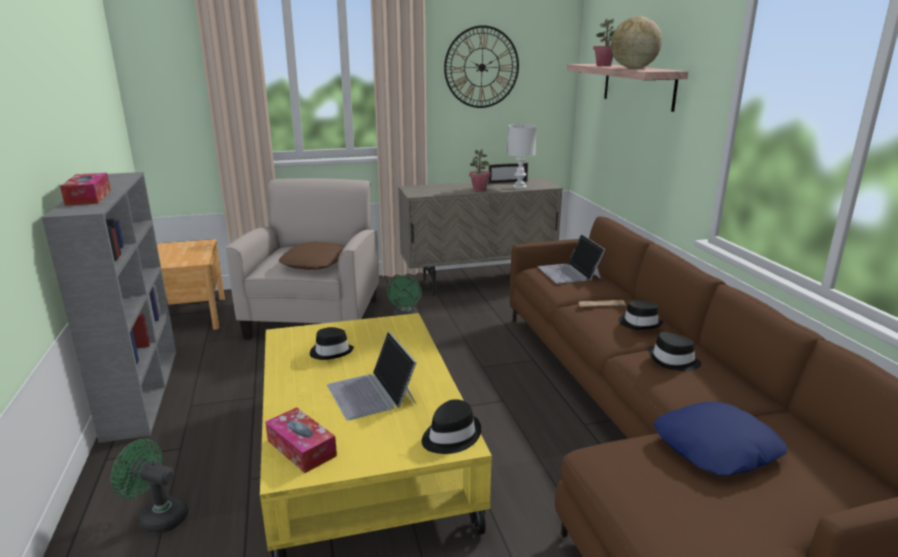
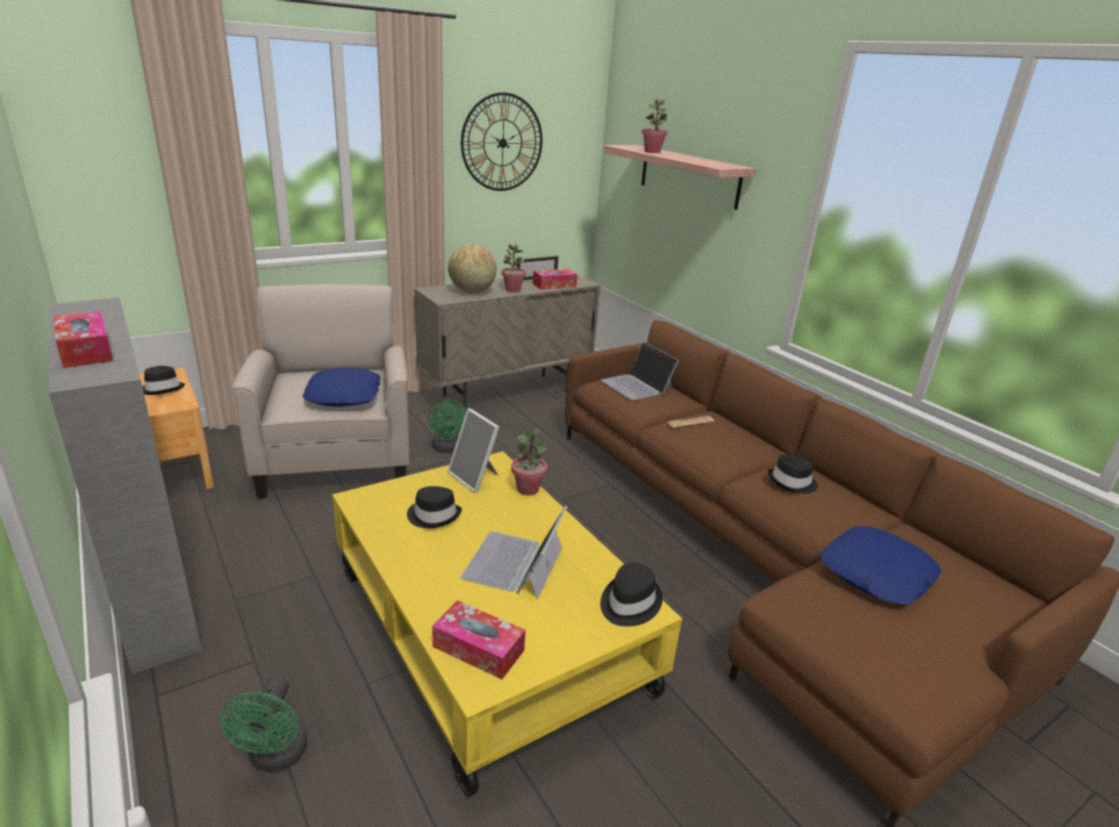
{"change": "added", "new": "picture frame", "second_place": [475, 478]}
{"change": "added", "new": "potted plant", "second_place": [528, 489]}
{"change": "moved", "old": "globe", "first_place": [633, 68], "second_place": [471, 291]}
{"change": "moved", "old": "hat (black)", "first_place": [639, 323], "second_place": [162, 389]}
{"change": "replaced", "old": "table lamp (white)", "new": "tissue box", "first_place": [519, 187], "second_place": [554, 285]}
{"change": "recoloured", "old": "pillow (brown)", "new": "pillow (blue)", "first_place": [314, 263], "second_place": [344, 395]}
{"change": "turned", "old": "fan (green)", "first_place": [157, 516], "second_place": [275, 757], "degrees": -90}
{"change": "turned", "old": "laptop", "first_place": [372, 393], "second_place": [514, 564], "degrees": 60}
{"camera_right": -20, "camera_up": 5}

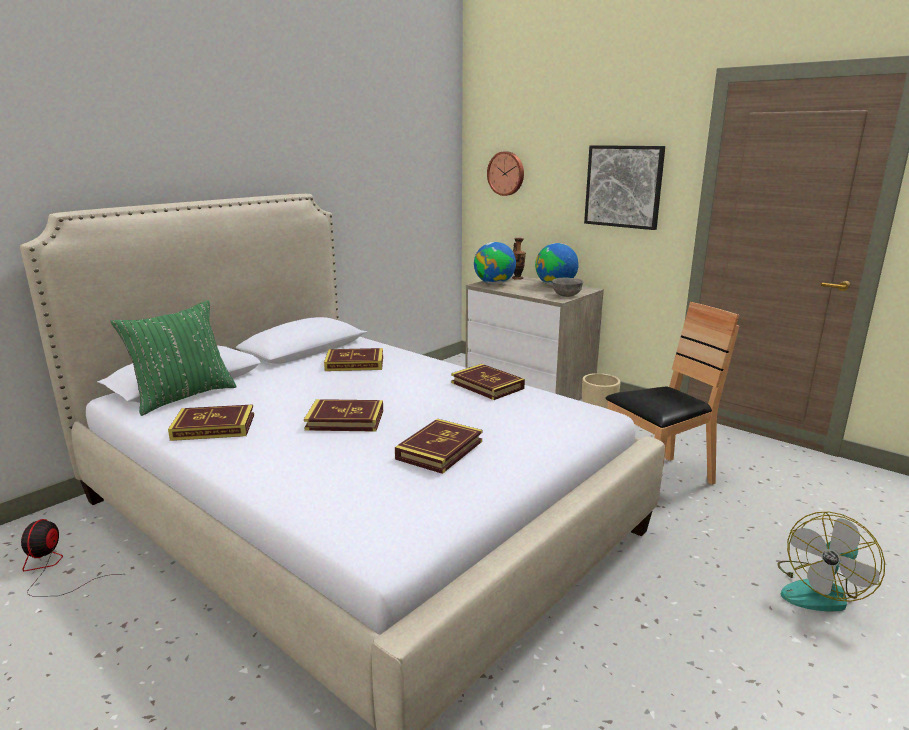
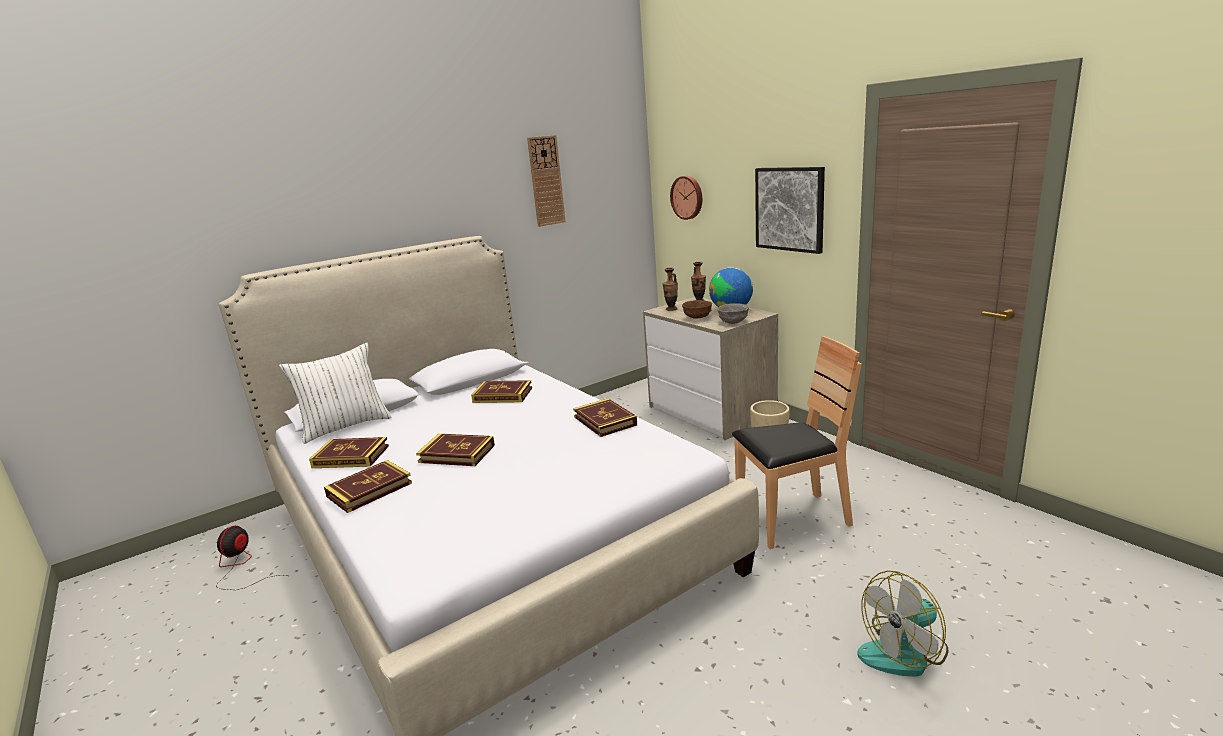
{"change": "added", "new": "wall clock", "second_place": [546, 181]}
{"change": "added", "new": "bowl (brown)", "second_place": [697, 317]}
{"change": "moved", "old": "book", "first_place": [439, 450], "second_place": [369, 490]}
{"change": "replaced", "old": "globe", "new": "vase", "first_place": [494, 284], "second_place": [671, 309]}
{"change": "recoloured", "old": "pillow (green)", "new": "pillow (white)", "first_place": [183, 397], "second_place": [345, 427]}
{"camera_right": 15, "camera_up": 0}

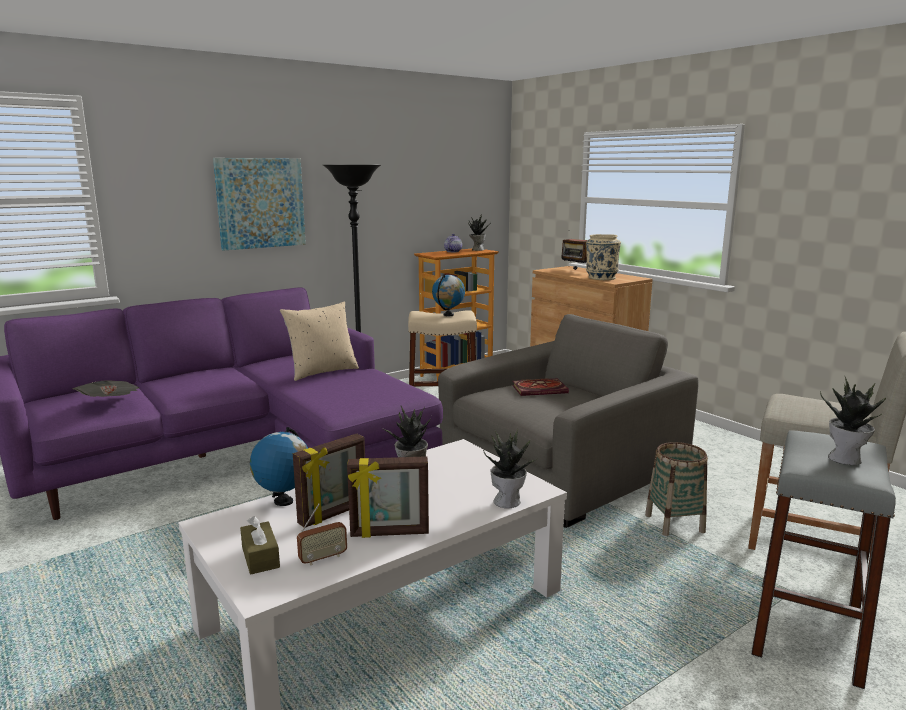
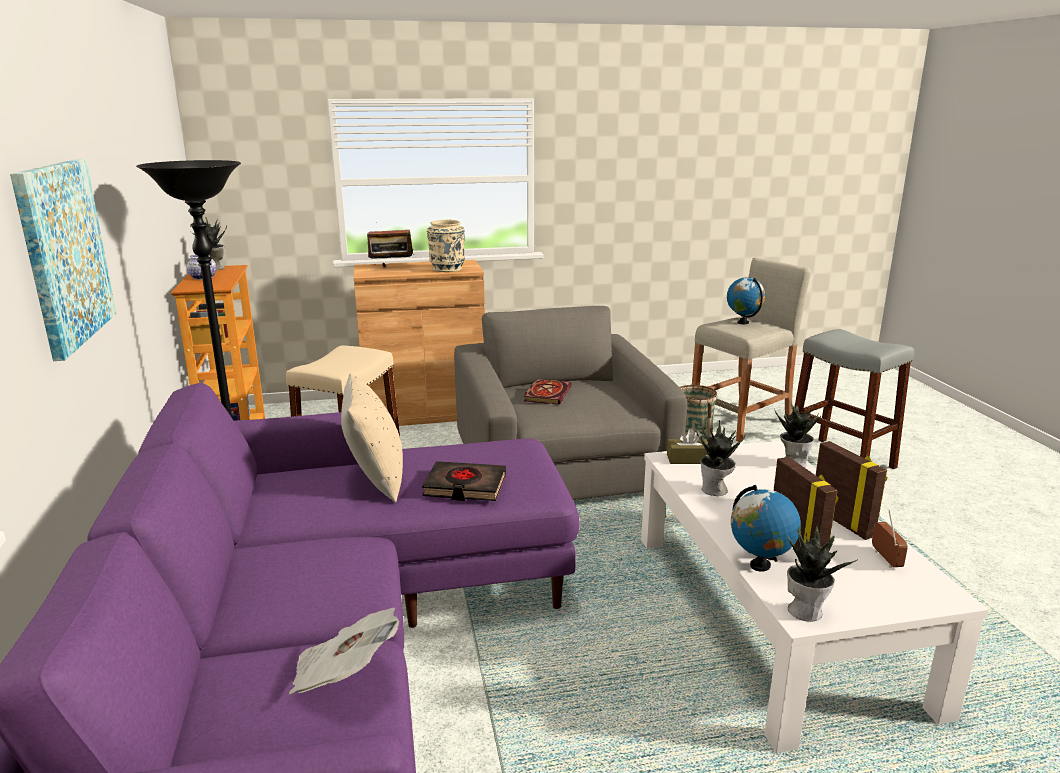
{"change": "added", "new": "book (black)", "second_place": [465, 486]}
{"change": "moved", "old": "tissue box (brown)", "first_place": [260, 557], "second_place": [688, 459]}
{"change": "moved", "old": "globe", "first_place": [448, 315], "second_place": [743, 322]}
{"change": "moved", "old": "potted plant", "first_place": [846, 459], "second_place": [806, 610]}
{"change": "turned", "old": "picture frame", "first_place": [389, 533], "second_place": [842, 522], "degrees": -45}
{"camera_right": -65, "camera_up": 5}

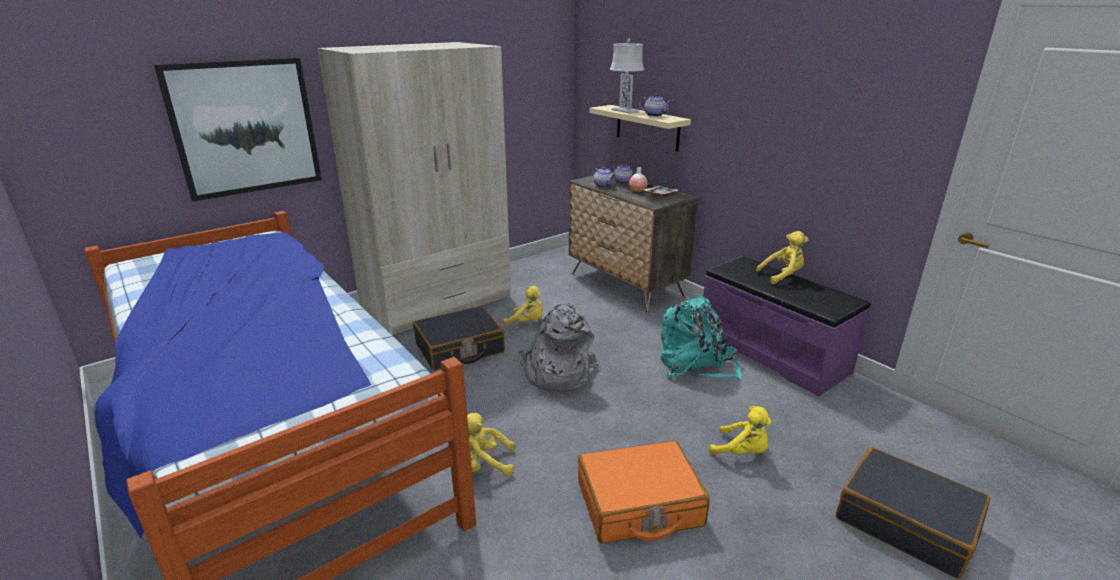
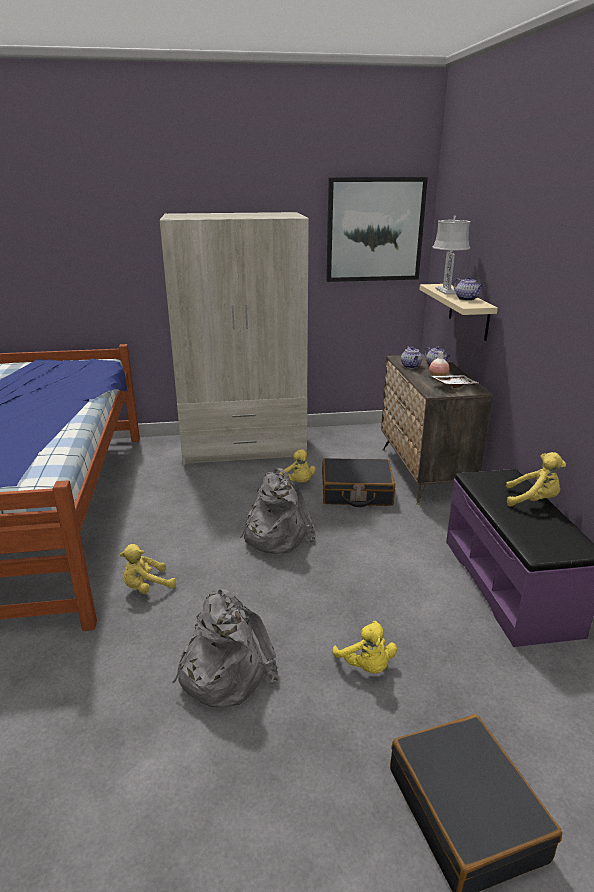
{"change": "removed", "old": "backpack (turquoise)", "first_place": [696, 364]}
{"change": "moved", "old": "picture", "first_place": [245, 127], "second_place": [374, 230]}
{"change": "moved", "old": "suitcase (black)", "first_place": [459, 349], "second_place": [356, 492]}
{"change": "replaced", "old": "suitcase (orange)", "new": "backpack (grey)", "first_place": [639, 505], "second_place": [224, 670]}
{"change": "turned", "old": "plush toy (yellow)", "first_place": [485, 464], "second_place": [147, 587], "degrees": -60}
{"camera_right": 30, "camera_up": 0}

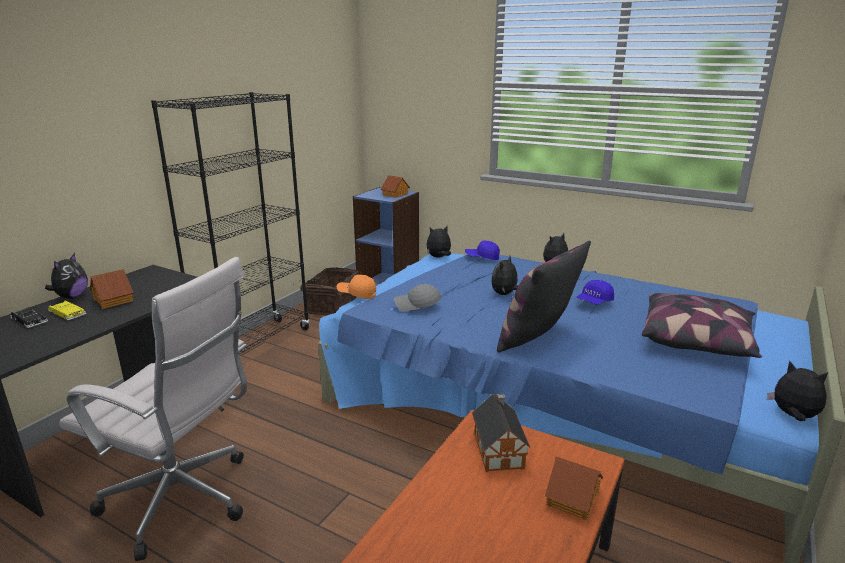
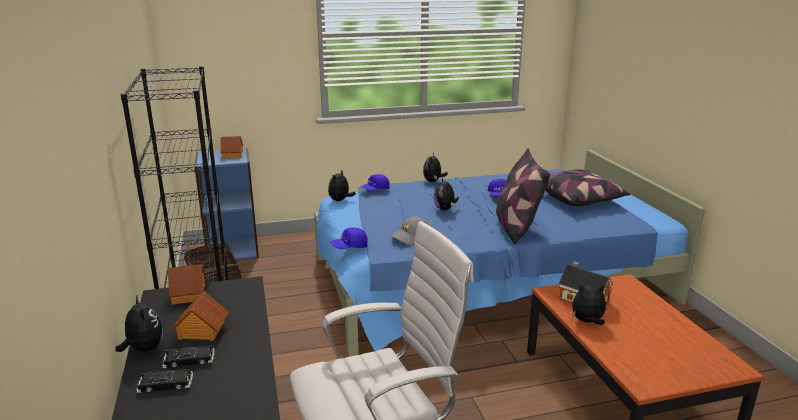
{"change": "moved", "old": "toy house", "first_place": [573, 498], "second_place": [189, 294]}
{"change": "moved", "old": "plush toy", "first_place": [793, 416], "second_place": [587, 322]}
{"change": "recoloured", "old": "toy car (yellow)", "new": "toy car (black)", "first_place": [67, 314], "second_place": [189, 360]}
{"change": "recoloured", "old": "cap (orange)", "new": "cap (blue)", "first_place": [357, 294], "second_place": [349, 247]}
{"camera_right": -45, "camera_up": 0}

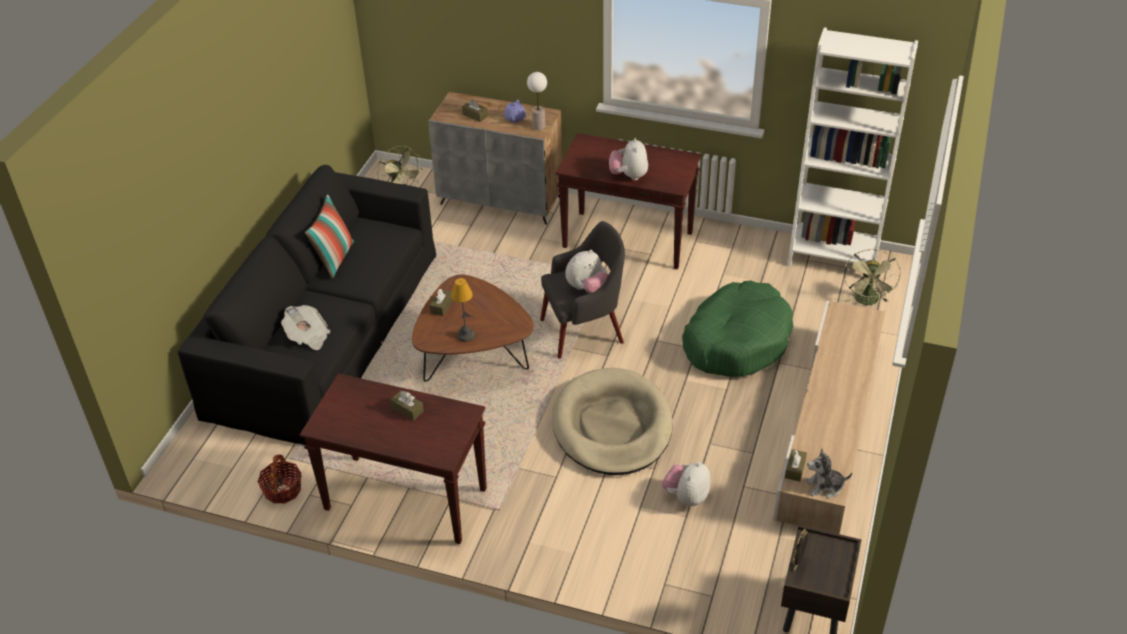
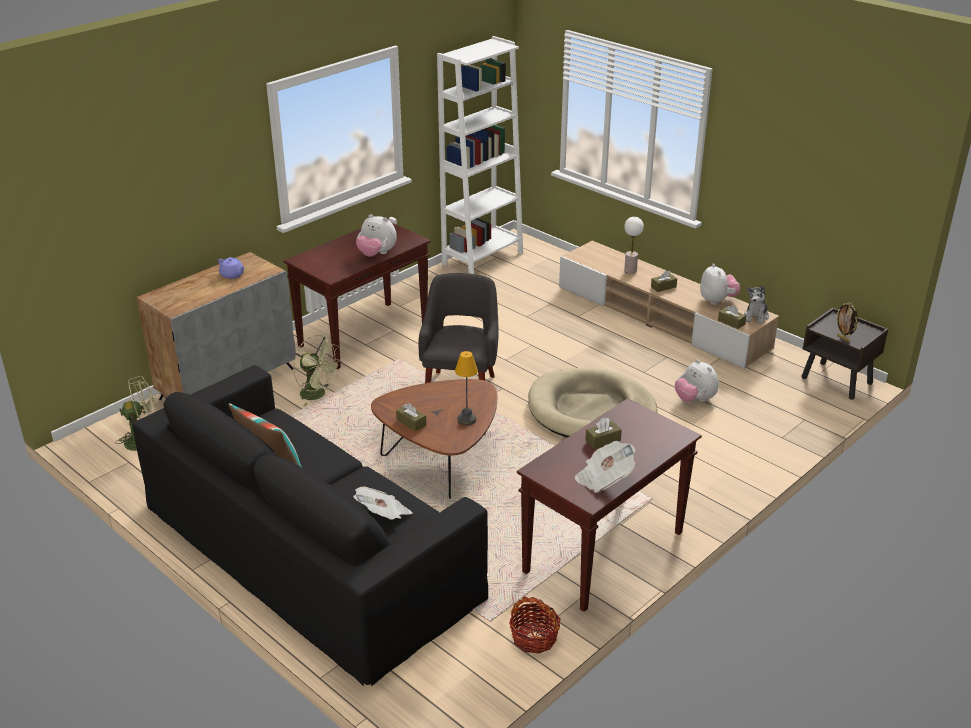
{"change": "removed", "old": "dog bed (green)", "first_place": [736, 341]}
{"change": "added", "new": "newspaper", "second_place": [604, 478]}
{"change": "moved", "old": "tissue box (brown)", "first_place": [475, 115], "second_place": [663, 287]}
{"change": "moved", "old": "table lamp", "first_place": [539, 126], "second_place": [630, 270]}
{"change": "moved", "old": "plush toy", "first_place": [587, 288], "second_place": [717, 301]}
{"change": "moved", "old": "fan (green)", "first_place": [867, 301], "second_place": [318, 395]}
{"camera_right": -65, "camera_up": -10}

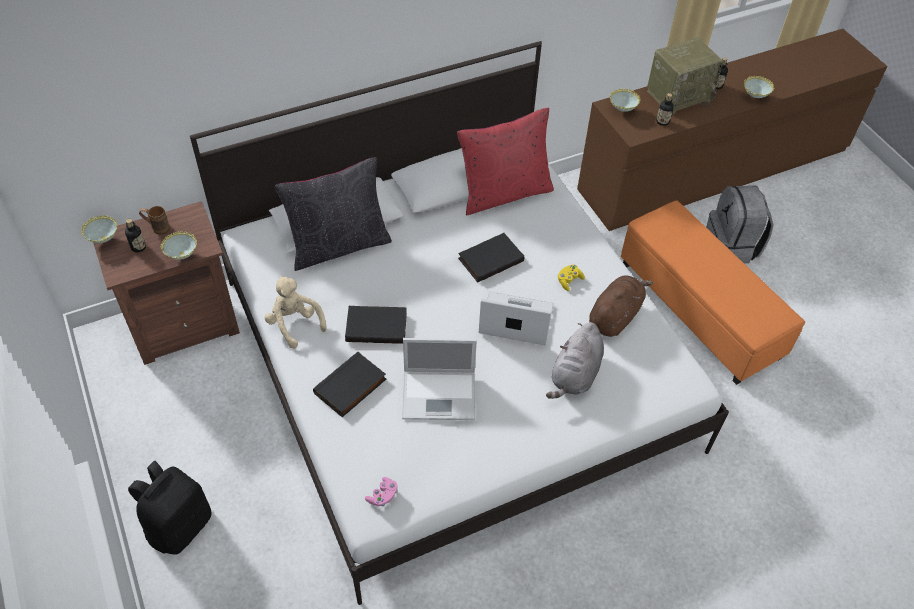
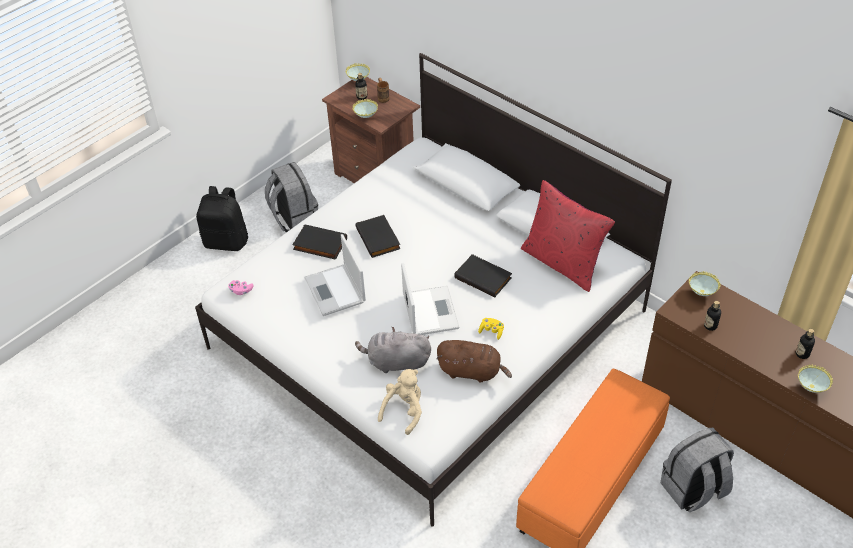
{"change": "removed", "old": "pillow (black)", "first_place": [338, 245]}
{"change": "removed", "old": "radio", "first_place": [679, 95]}
{"change": "added", "new": "backpack (grey)", "second_place": [294, 218]}
{"change": "moved", "old": "plush toy (beige)", "first_place": [294, 324], "second_place": [404, 410]}
{"camera_right": 70, "camera_up": -5}

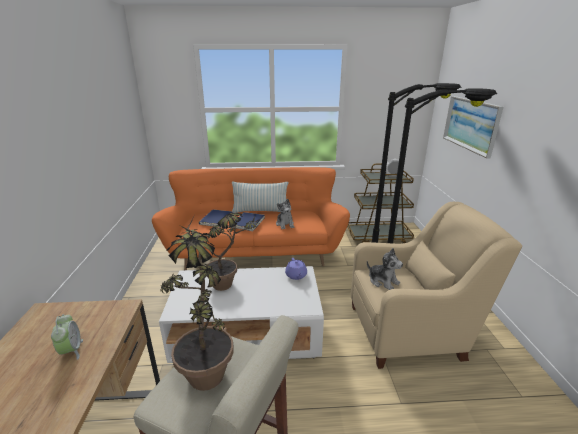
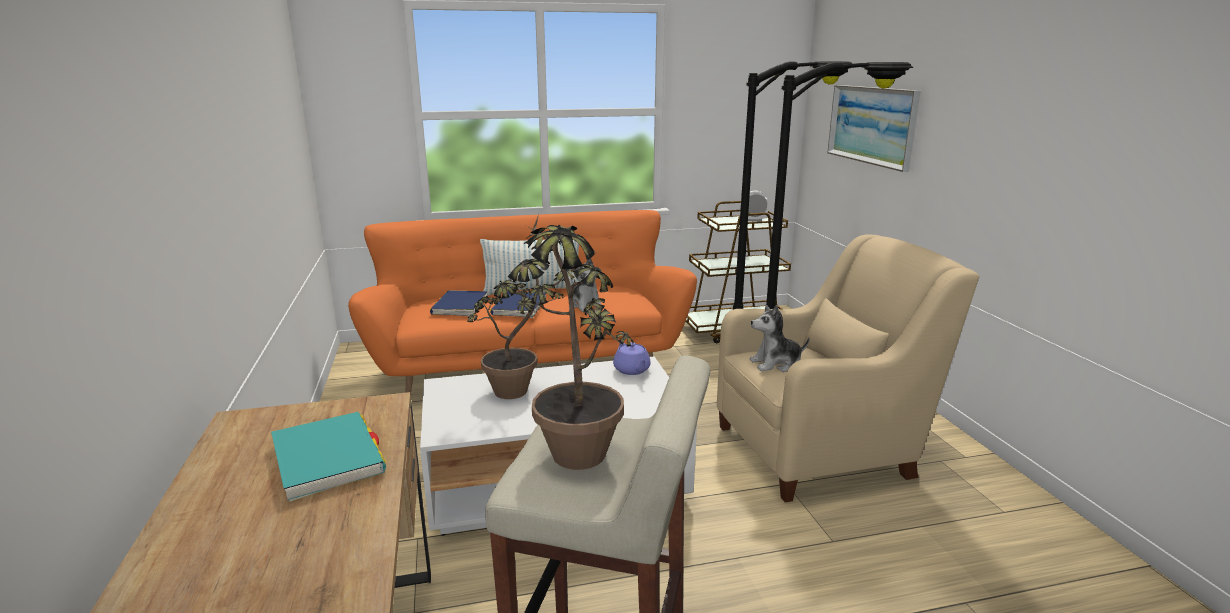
{"change": "replaced", "old": "alarm clock", "new": "book (turquoise)", "first_place": [71, 350], "second_place": [328, 459]}
{"change": "turned", "old": "plush toy", "first_place": [383, 281], "second_place": [776, 364], "degrees": 135}
{"camera_right": -10, "camera_up": -5}

